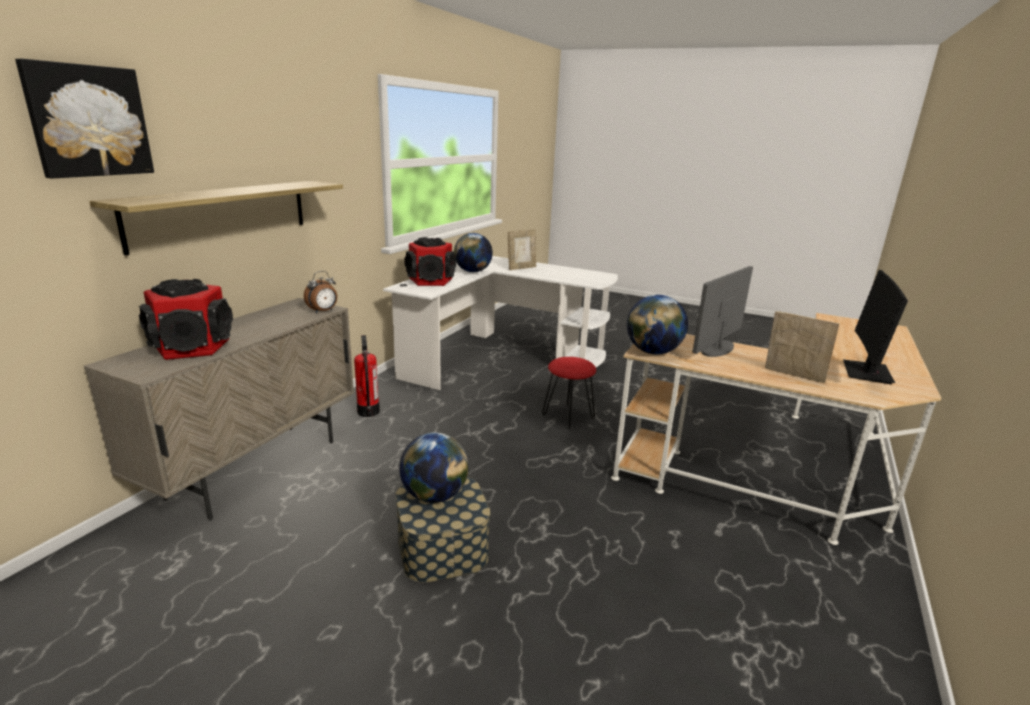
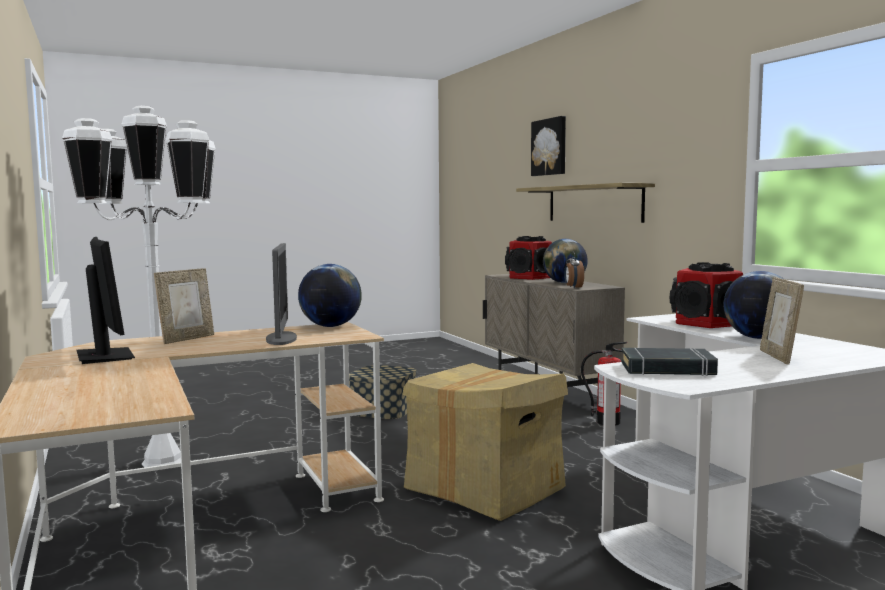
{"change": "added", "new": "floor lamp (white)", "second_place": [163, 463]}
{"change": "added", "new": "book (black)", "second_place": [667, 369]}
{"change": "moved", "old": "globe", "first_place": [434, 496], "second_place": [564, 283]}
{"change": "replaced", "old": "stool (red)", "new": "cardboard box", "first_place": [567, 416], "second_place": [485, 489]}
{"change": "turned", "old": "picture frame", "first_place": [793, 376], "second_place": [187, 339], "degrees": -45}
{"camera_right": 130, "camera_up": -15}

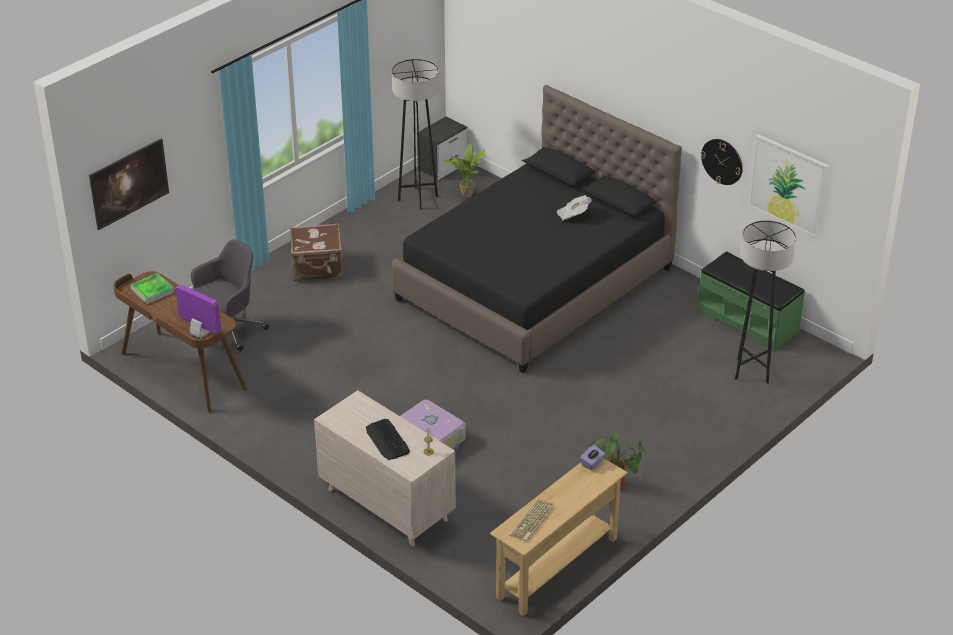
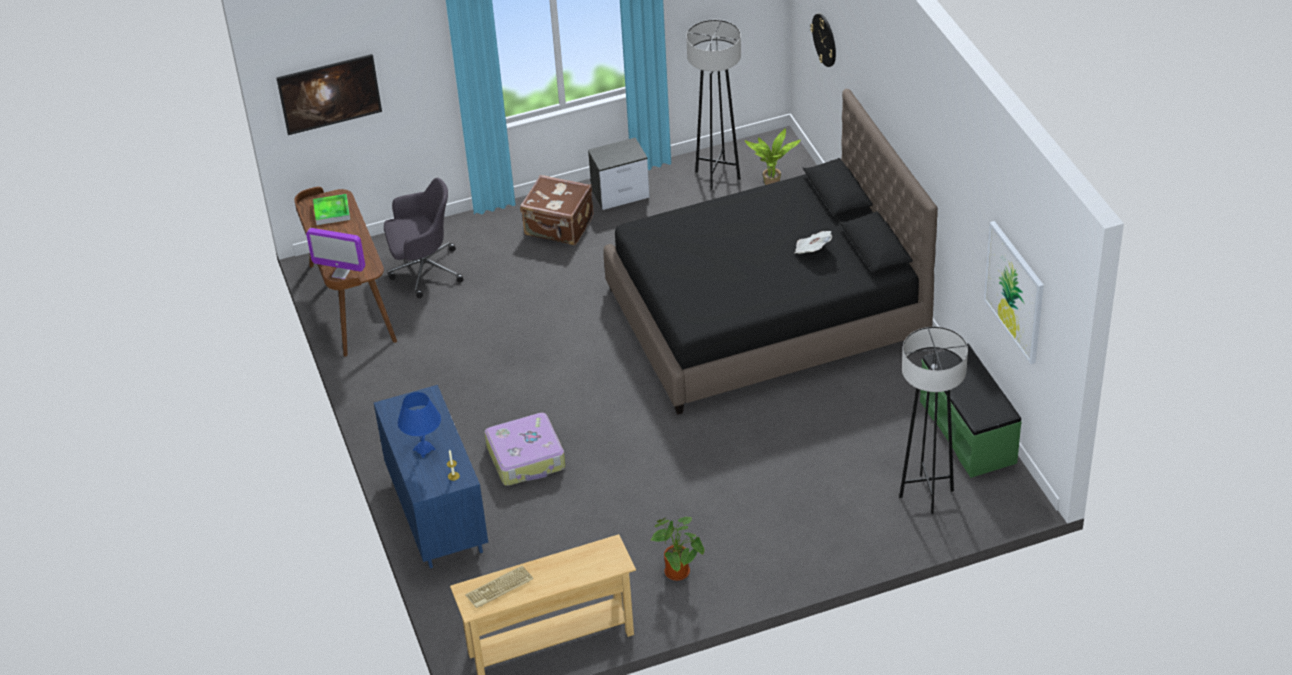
{"change": "removed", "old": "tissue box (purple)", "first_place": [592, 463]}
{"change": "moved", "old": "nightstand", "first_place": [443, 166], "second_place": [621, 194]}
{"change": "moved", "old": "wall clock", "first_place": [722, 161], "second_place": [824, 40]}
{"change": "replaced", "old": "keyboard", "new": "table lamp (blue)", "first_place": [387, 440], "second_place": [424, 449]}
{"change": "recoloured", "old": "dresser (beige)", "new": "dresser (blue)", "first_place": [386, 504], "second_place": [437, 513]}
{"change": "turned", "old": "monitor", "first_place": [200, 333], "second_place": [341, 273], "degrees": 135}
{"camera_right": 30, "camera_up": 5}

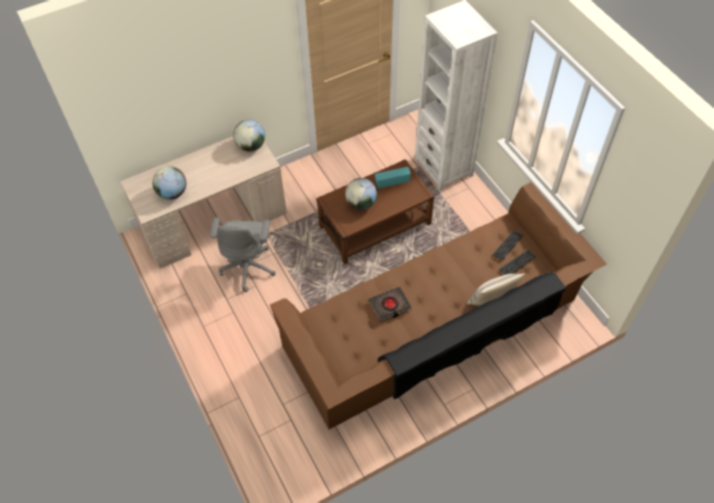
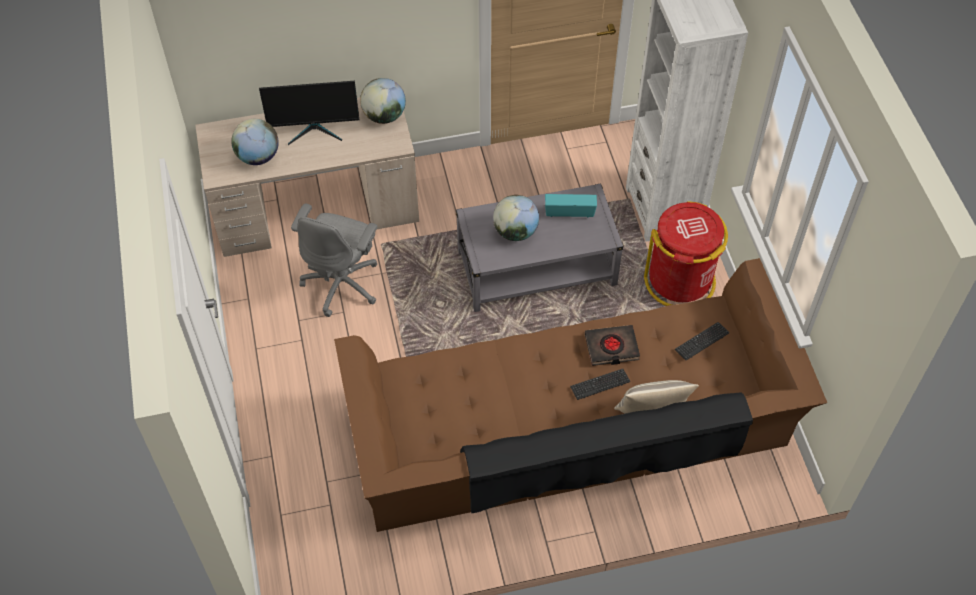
{"change": "added", "new": "monitor", "second_place": [315, 130]}
{"change": "added", "new": "trash can (red)", "second_place": [680, 281]}
{"change": "moved", "old": "book (black)", "first_place": [389, 306], "second_place": [611, 348]}
{"change": "moved", "old": "keyboard", "first_place": [517, 263], "second_place": [600, 384]}
{"change": "recoloured", "old": "coffee table (brown)", "new": "coffee table (grey)", "first_place": [375, 225], "second_place": [536, 267]}
{"camera_right": 15, "camera_up": 0}

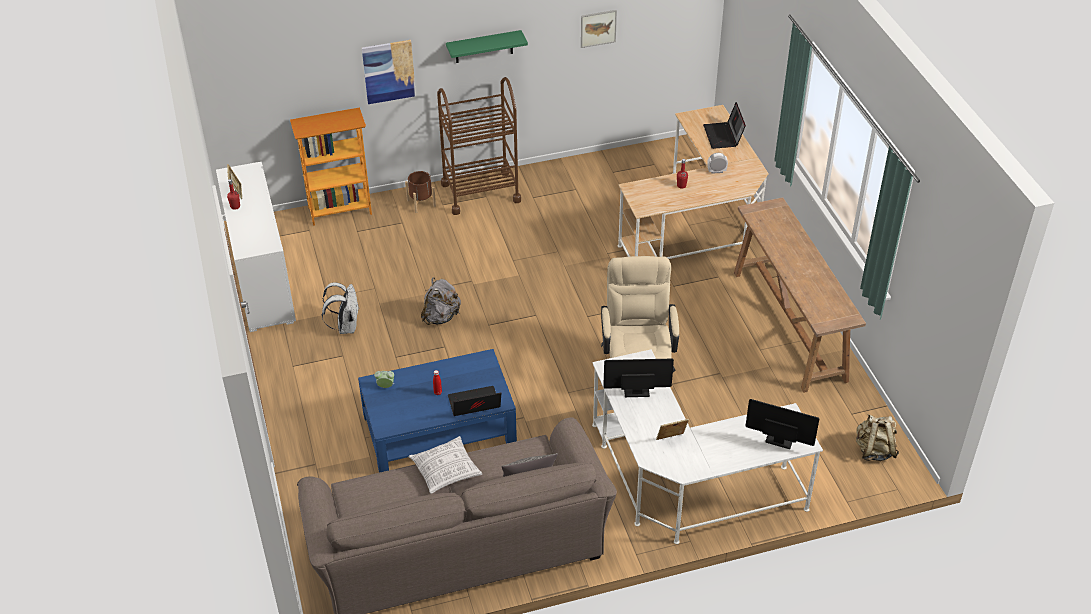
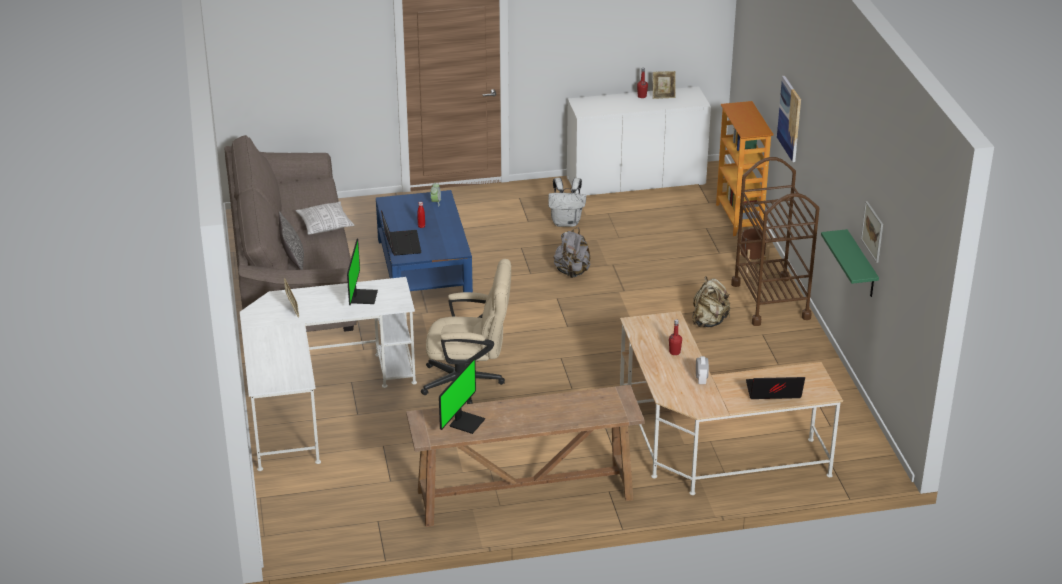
{"change": "moved", "old": "shelf (green)", "first_place": [484, 47], "second_place": [861, 265]}
{"change": "moved", "old": "monitor", "first_place": [779, 438], "second_place": [465, 422]}
{"change": "moved", "old": "backpack (beige)", "first_place": [874, 450], "second_place": [709, 321]}
{"camera_right": 95, "camera_up": -10}

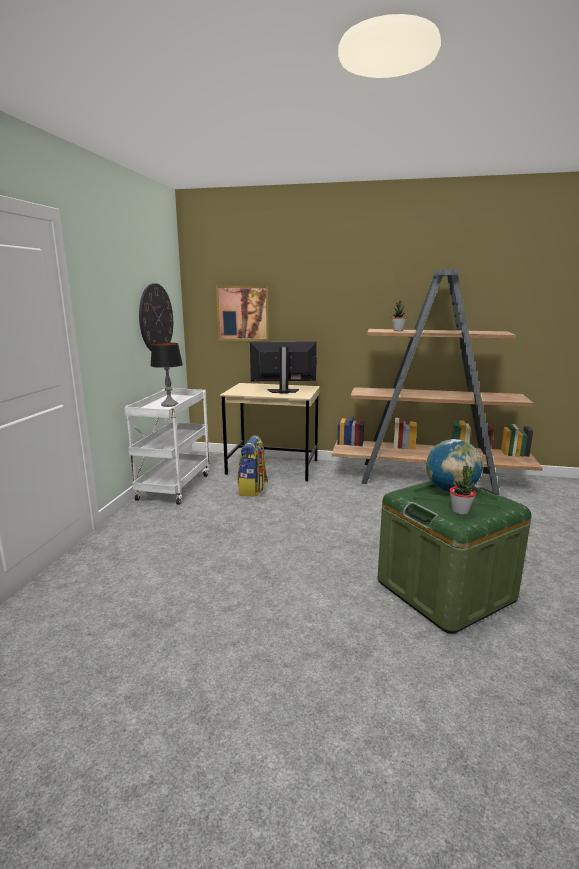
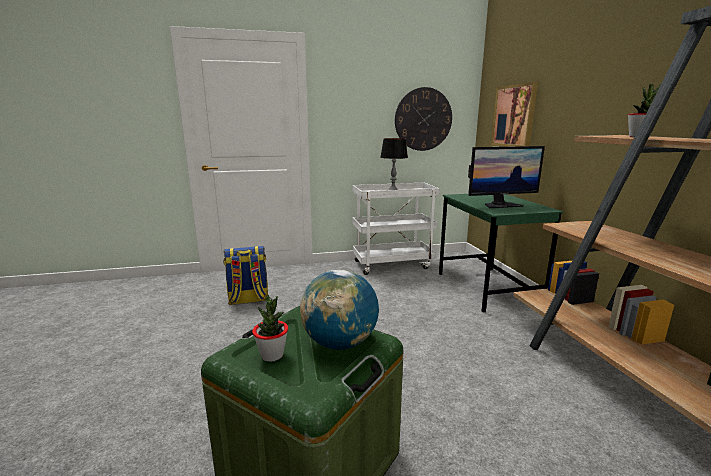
{"change": "moved", "old": "backpack", "first_place": [253, 489], "second_place": [248, 300]}
{"change": "recoloured", "old": "desk (beige)", "new": "desk (green)", "first_place": [273, 467], "second_place": [488, 288]}
{"change": "turned", "old": "monitor", "first_place": [283, 391], "second_place": [500, 205], "degrees": 105}
{"camera_right": 65, "camera_up": 0}

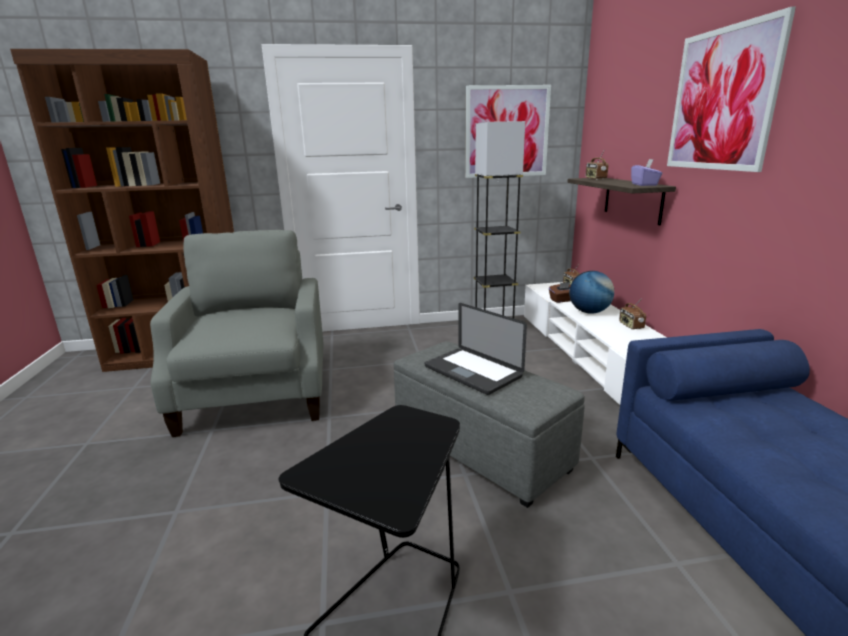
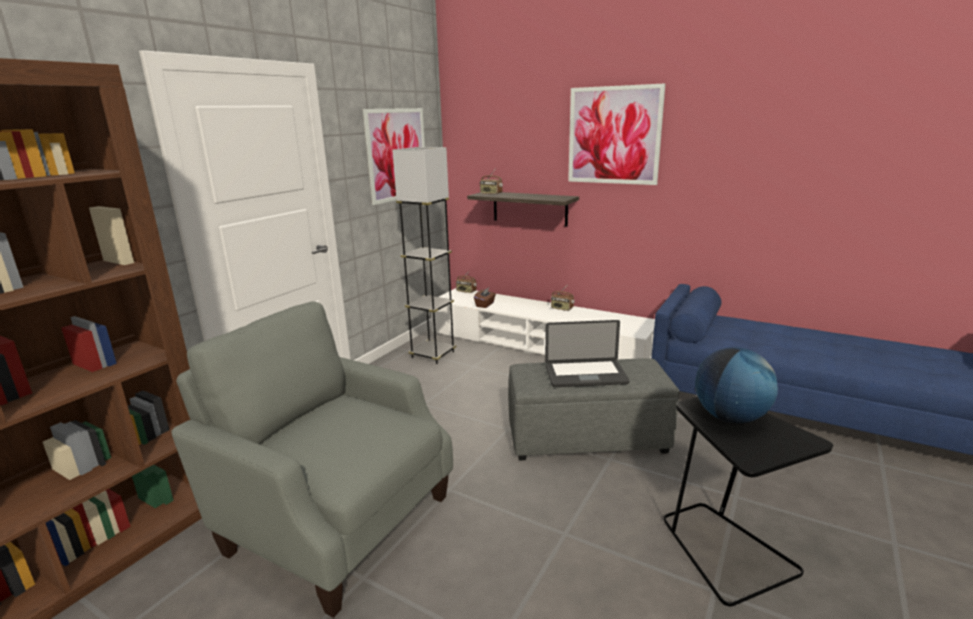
{"change": "removed", "old": "tissue box (purple)", "first_place": [644, 185]}
{"change": "moved", "old": "globe", "first_place": [589, 312], "second_place": [730, 417]}
{"camera_right": -50, "camera_up": 0}

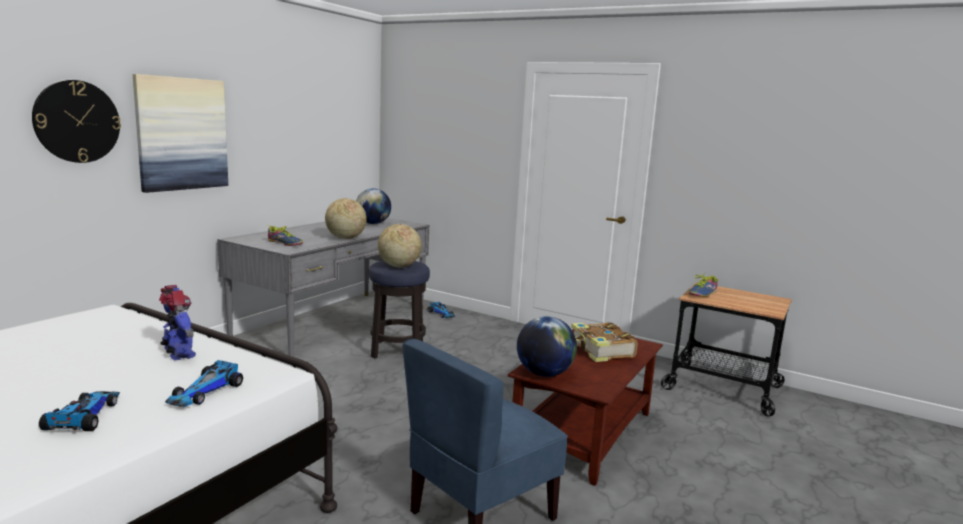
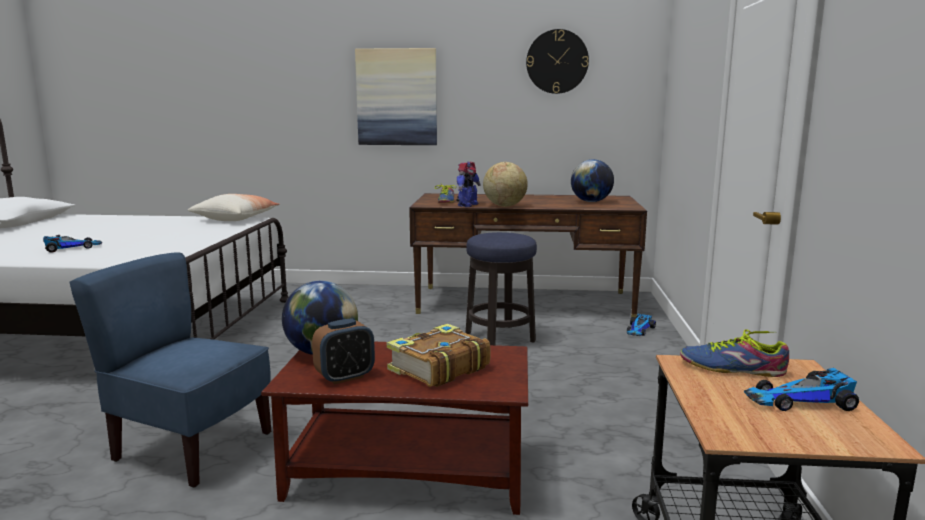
{"change": "removed", "old": "globe", "first_place": [398, 266]}
{"change": "added", "new": "pillow", "second_place": [236, 219]}
{"change": "added", "new": "alarm clock", "second_place": [345, 377]}
{"change": "moved", "old": "wall clock", "first_place": [77, 121], "second_place": [557, 61]}
{"change": "moved", "old": "toy robot", "first_place": [178, 354], "second_place": [467, 205]}
{"change": "moved", "old": "toy car", "first_place": [205, 392], "second_place": [800, 401]}
{"change": "recoloured", "old": "desk (grey)", "new": "desk (brown)", "first_place": [334, 323], "second_place": [524, 302]}
{"camera_right": 65, "camera_up": 0}

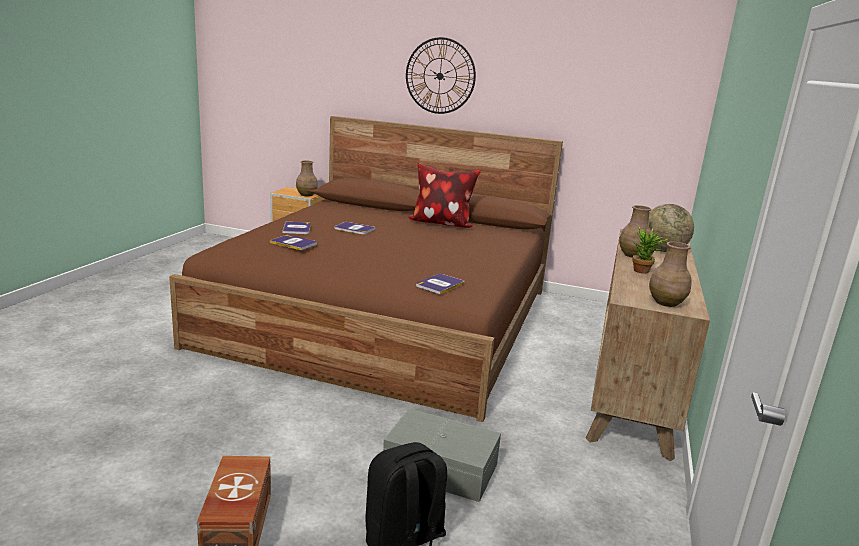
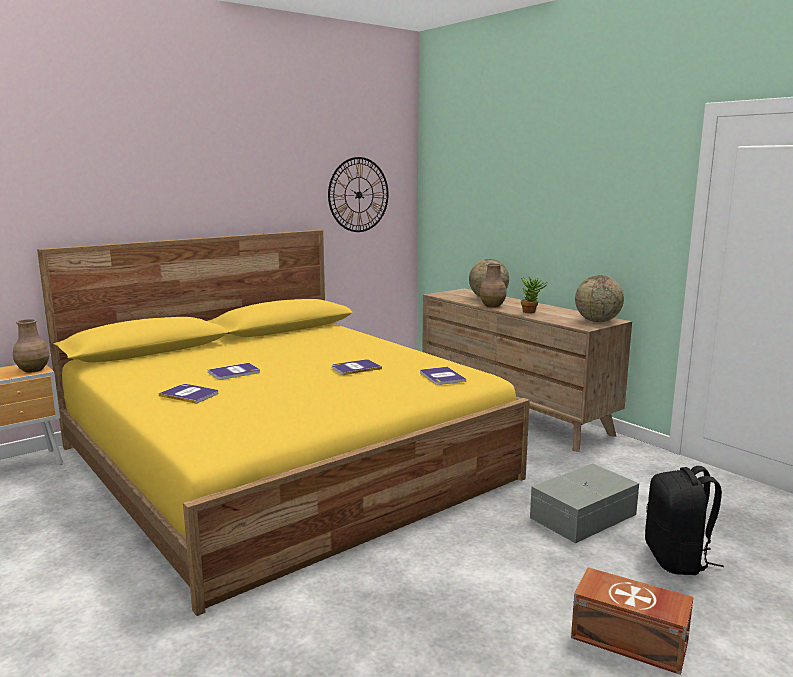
{"change": "removed", "old": "pillow", "first_place": [441, 223]}
{"change": "moved", "old": "book", "first_place": [294, 243], "second_place": [356, 368]}
{"change": "moved", "old": "wall clock", "first_place": [440, 76], "second_place": [358, 195]}
{"change": "replaced", "old": "vase (brown)", "new": "globe", "first_place": [666, 303], "second_place": [597, 321]}
{"change": "recoloured", "old": "bed (brown)", "new": "bed (yellow)", "first_place": [386, 316], "second_place": [282, 462]}
{"camera_right": -55, "camera_up": -5}

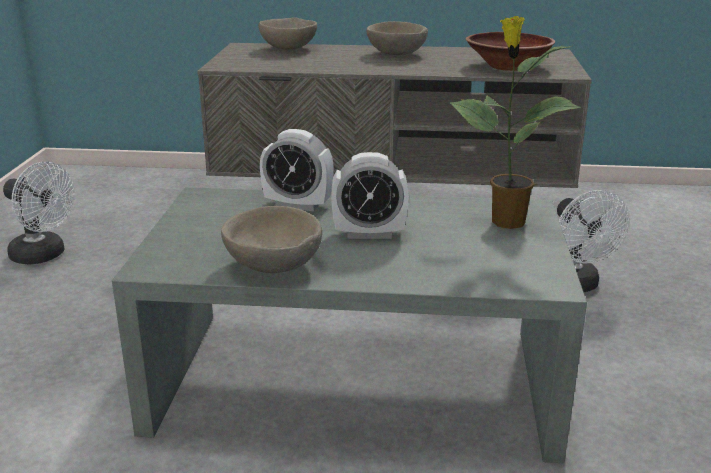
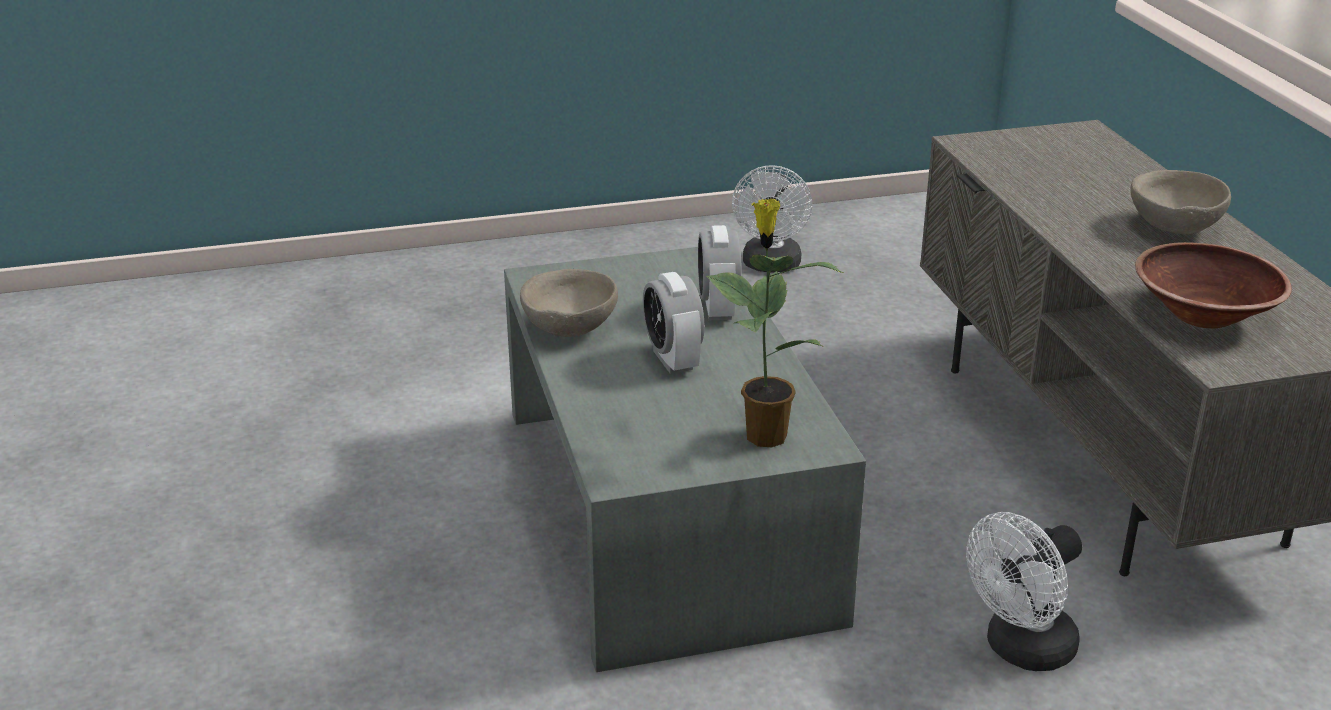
{"change": "removed", "old": "bowl (beige)", "first_place": [289, 49]}
{"camera_right": 70, "camera_up": 5}

